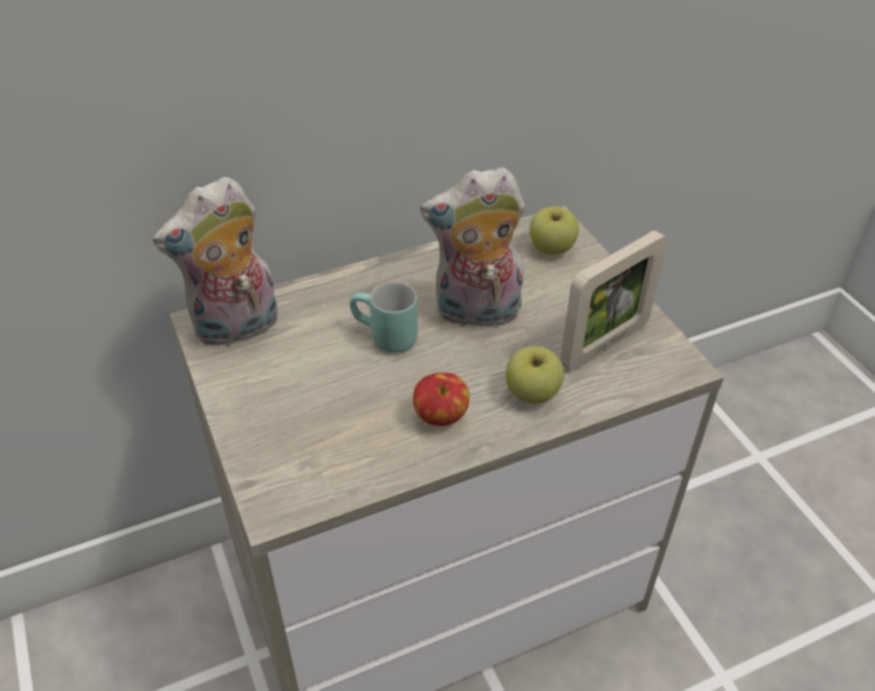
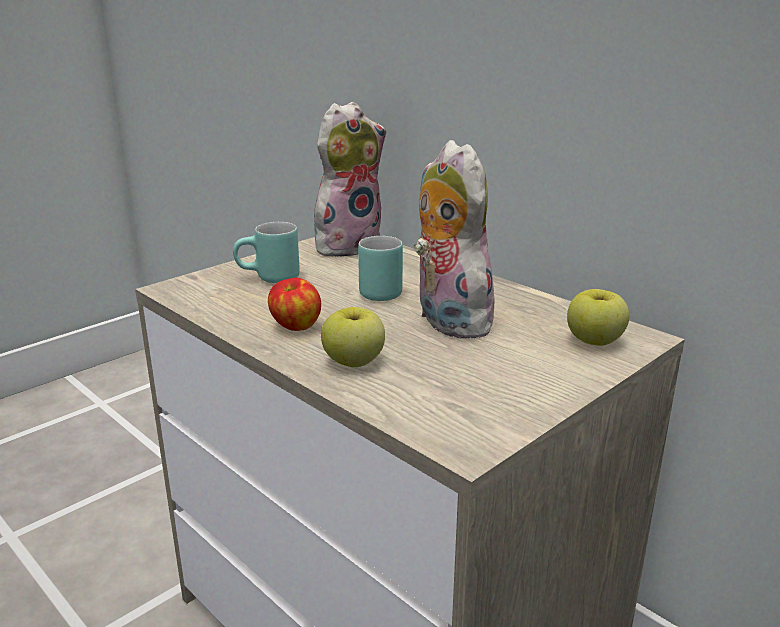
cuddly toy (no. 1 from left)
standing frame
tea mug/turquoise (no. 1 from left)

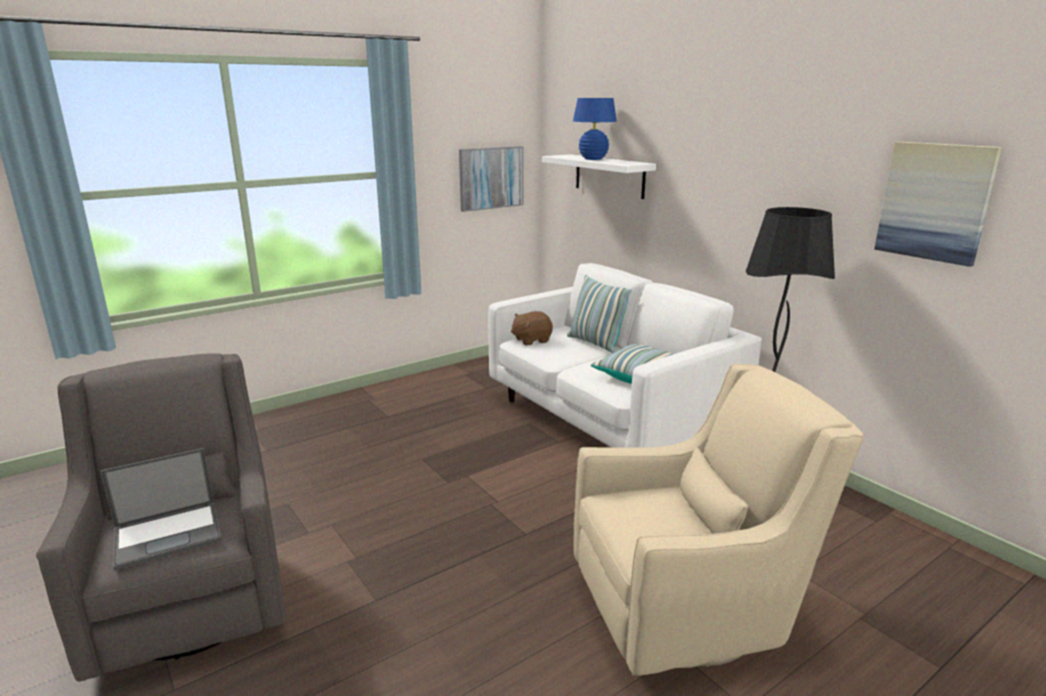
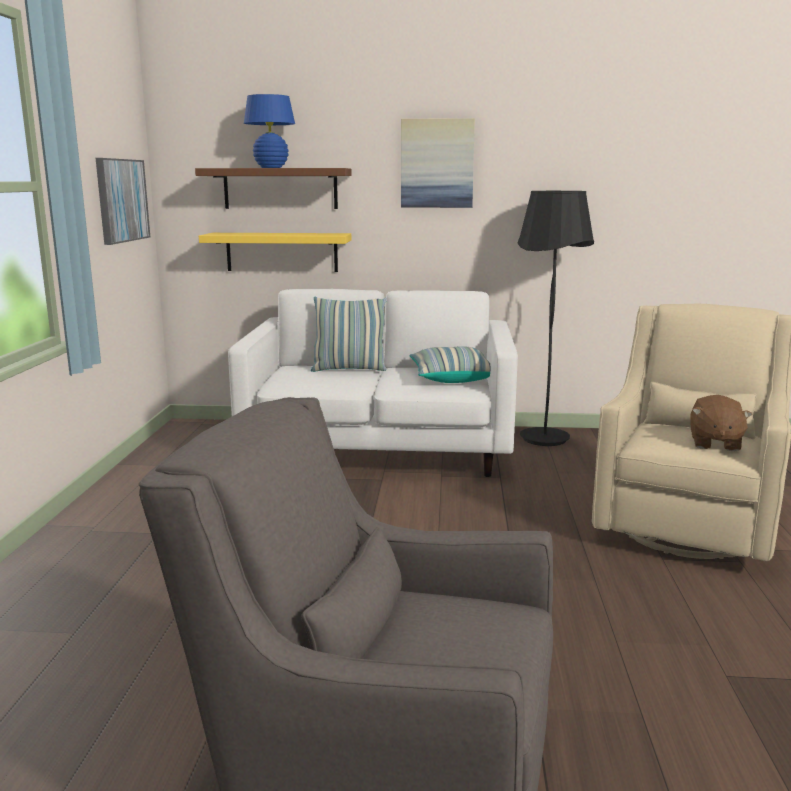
picture (no. 2 from left)
bracket shelf/brownish
cuddly toy/brownish
portable computer
bracket shelf/yellowish

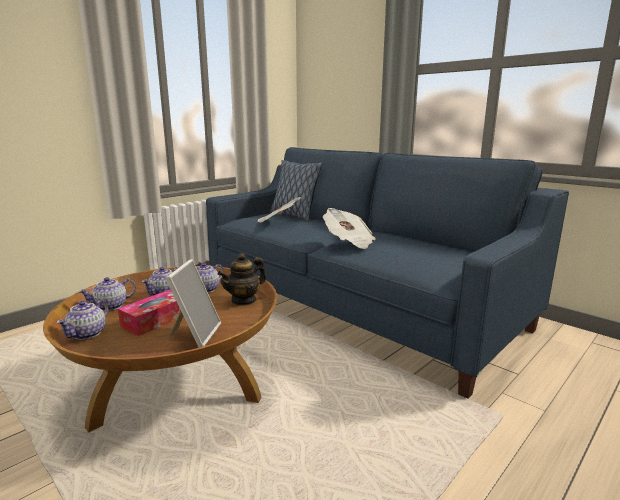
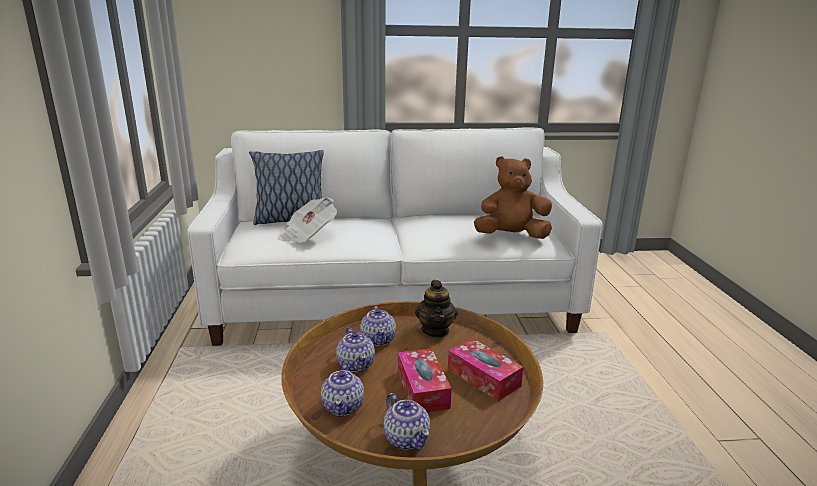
sofa/whitish
daily paper (no. 2 from left in the first image)
tissue holder (no. 2 from left)
cuddly toy/brownish

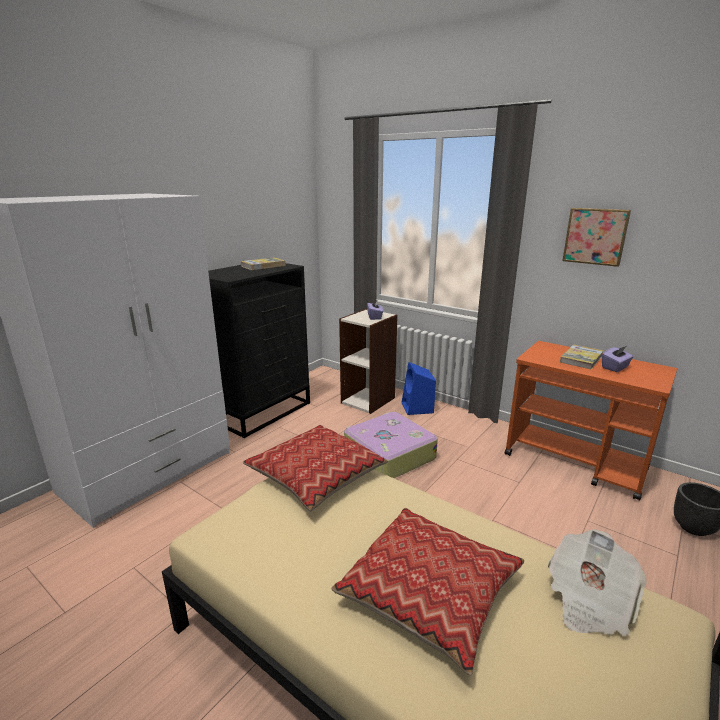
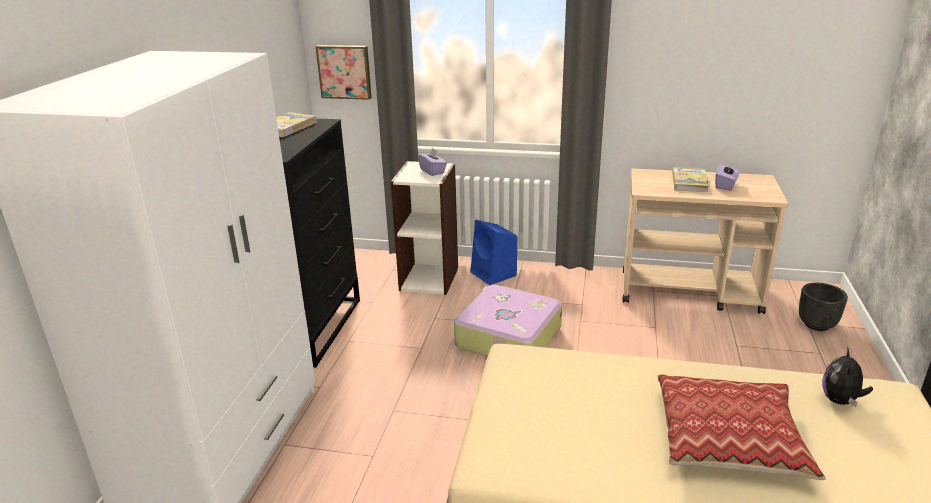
picture
trolley/sand-coloured
pillow (no. 1 from left in the first image)
cuddly toy

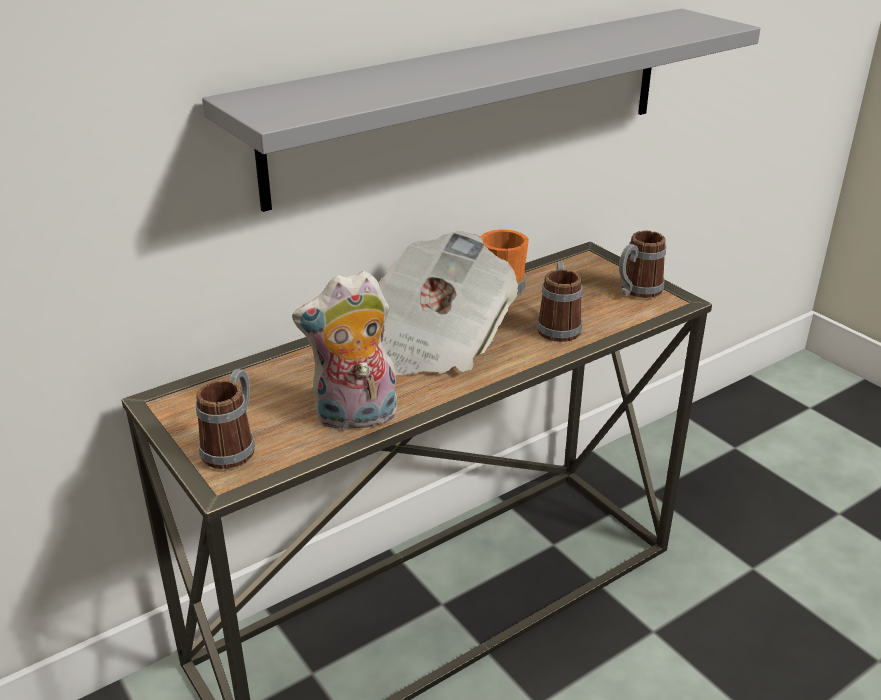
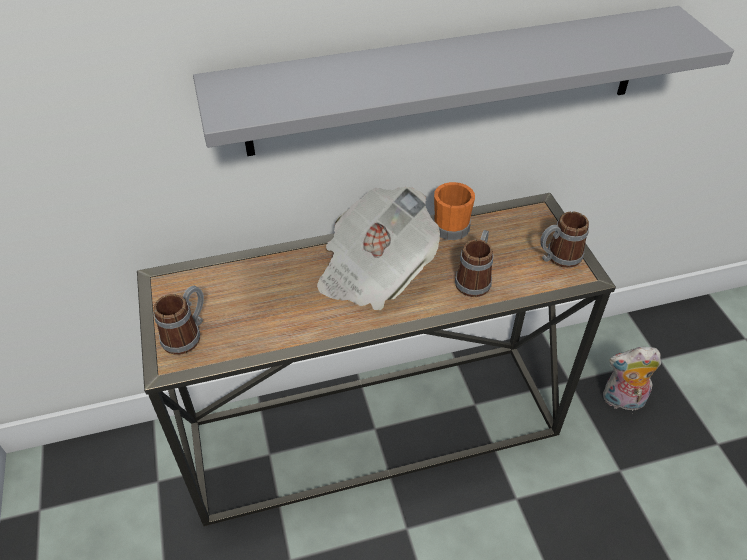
cuddly toy

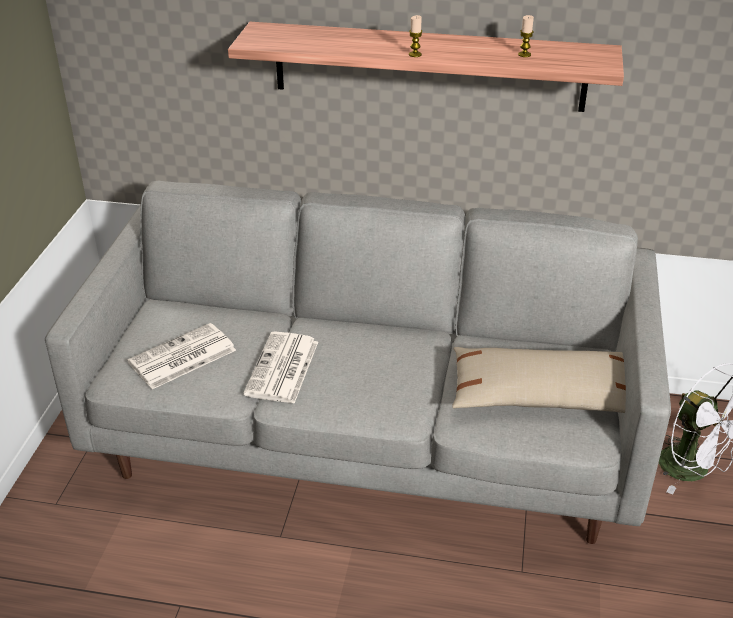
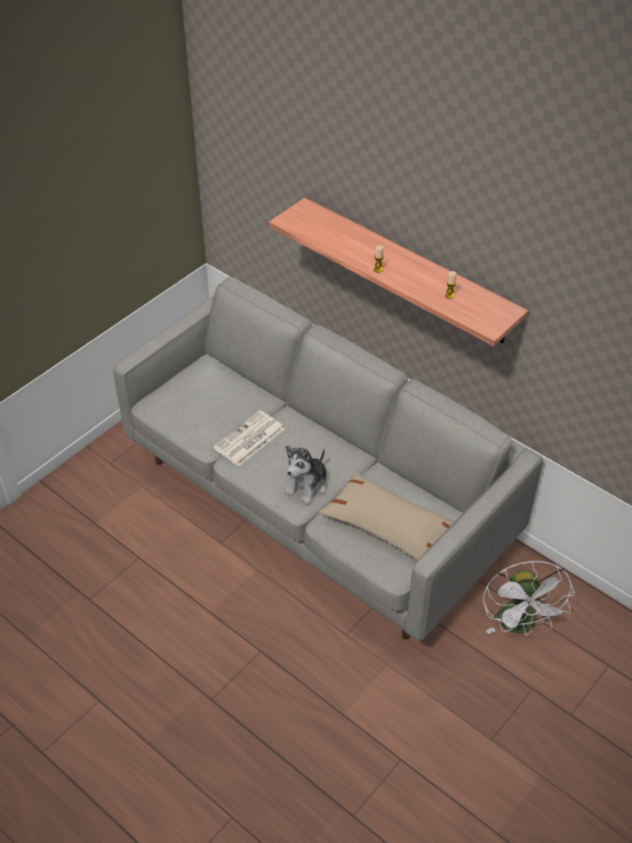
daily paper (no. 1 from left in the first image)
cuddly toy

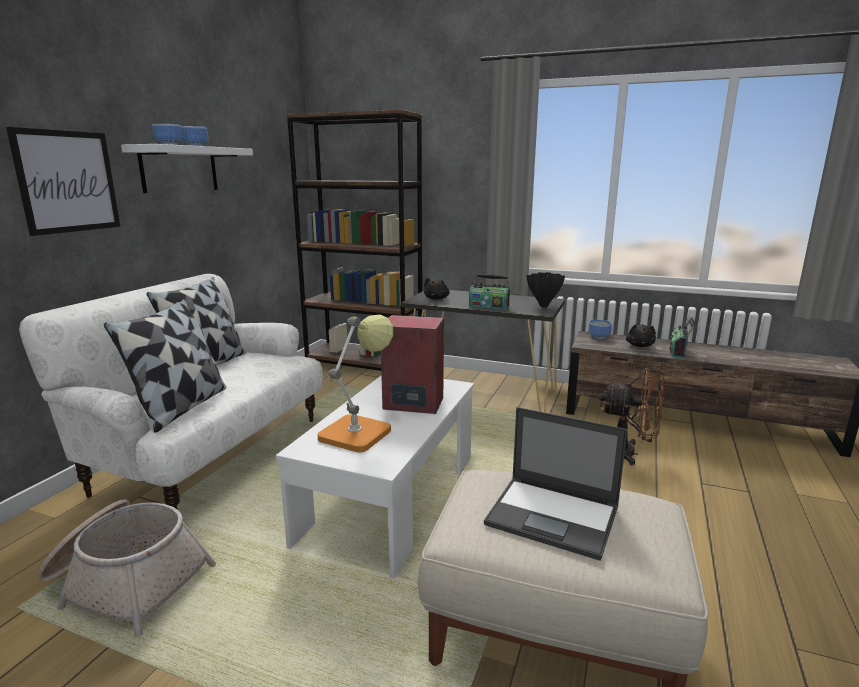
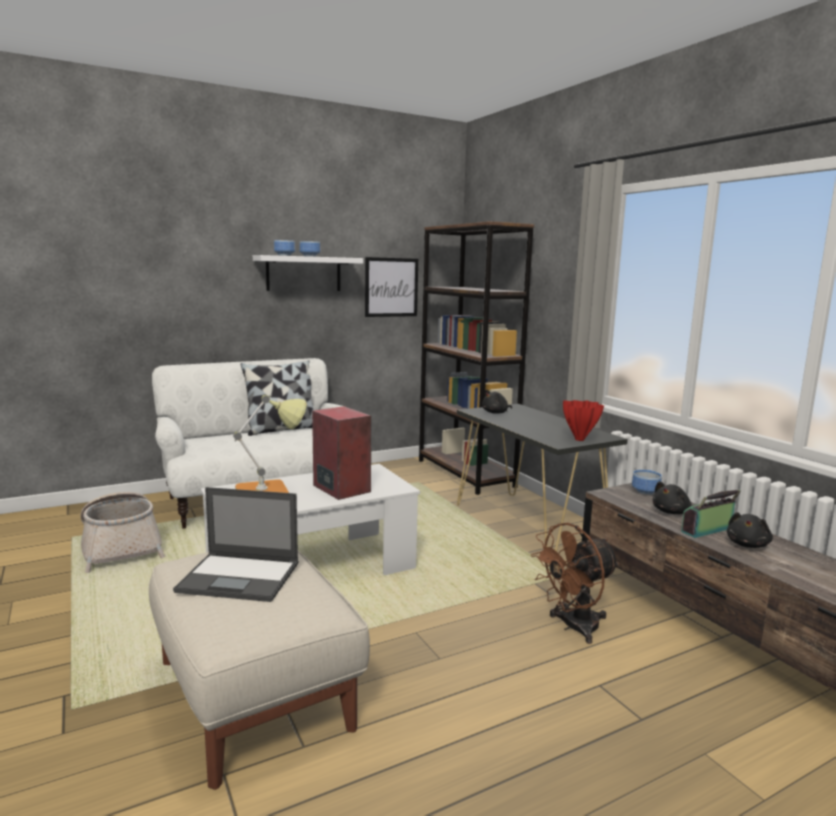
picture
flower vase/red
radio receiver (no. 1 from left in the first image)
pillow (no. 1 from left in the first image)
fan/brownish
portable computer
cuddly toy/black (no. 3 from left)

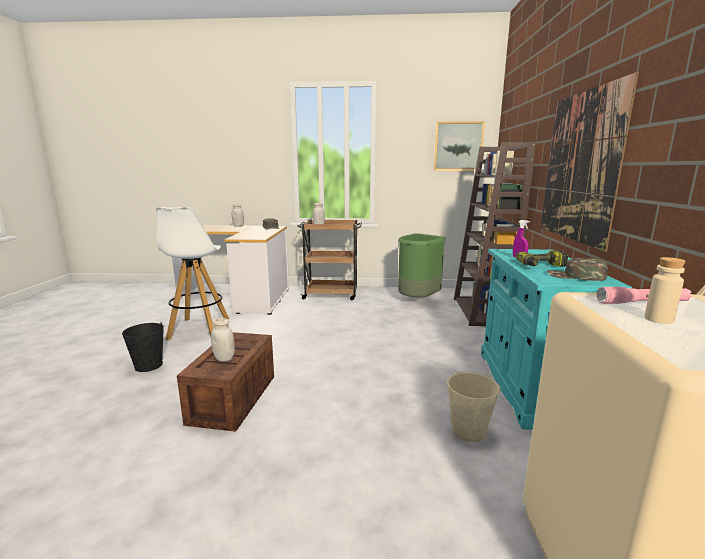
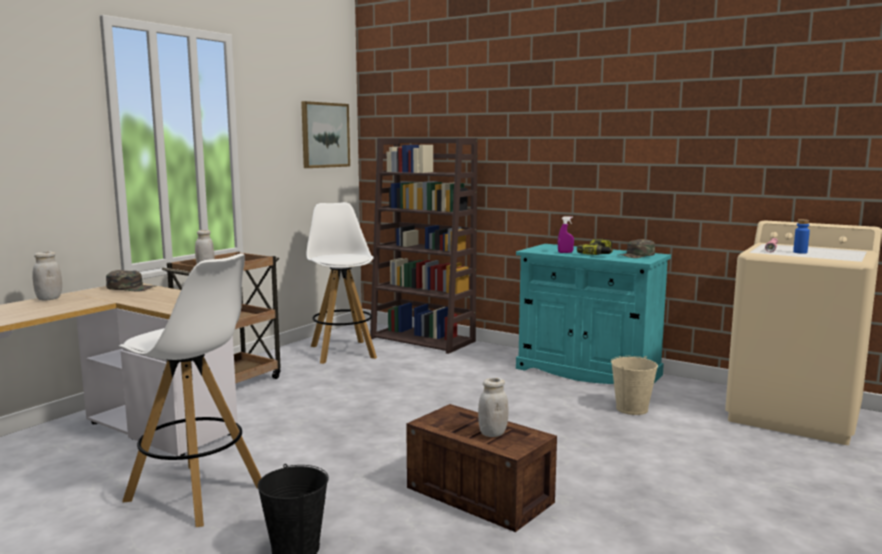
picture (no. 2 from left in the first image)
stool seat/whitish (no. 2 from left)
drink bottle/bluish

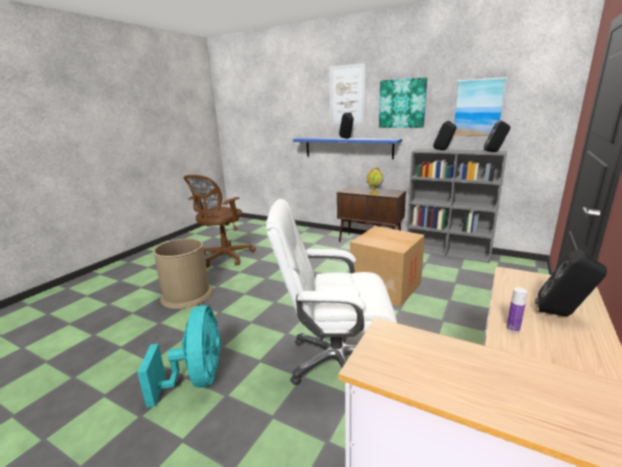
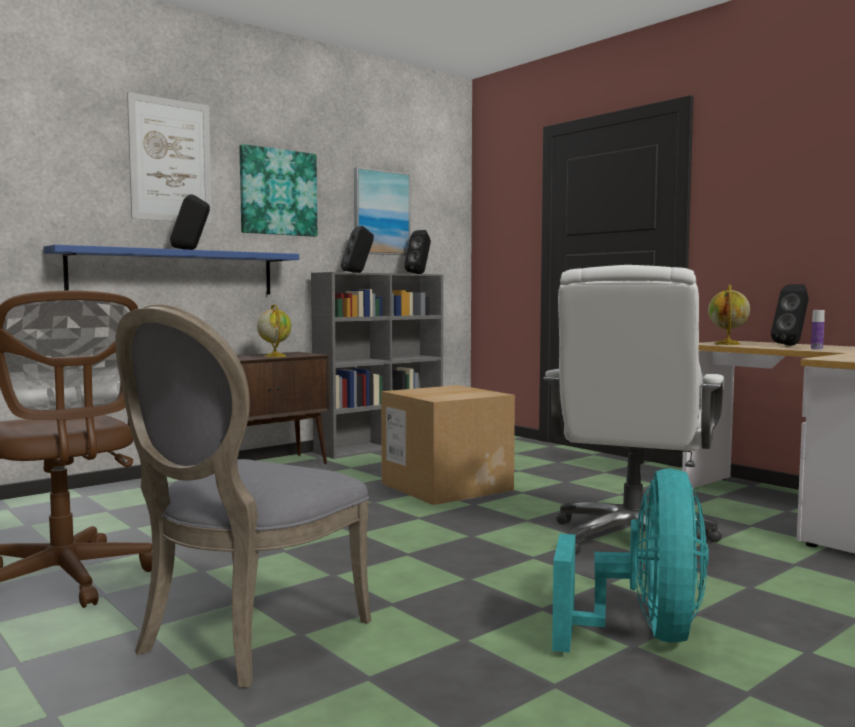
chair/gray
fan/turquoise
world globe (no. 2 from left)

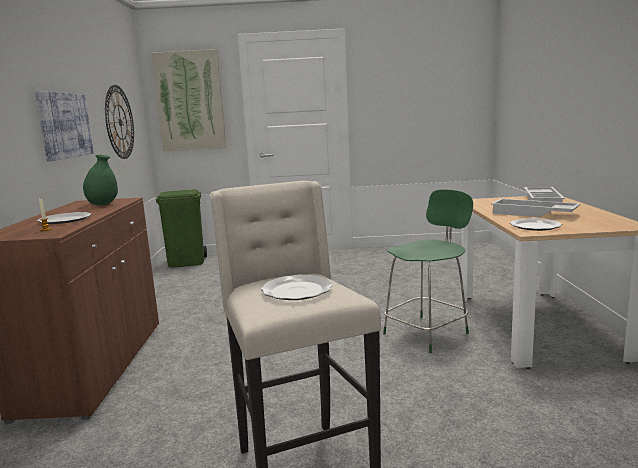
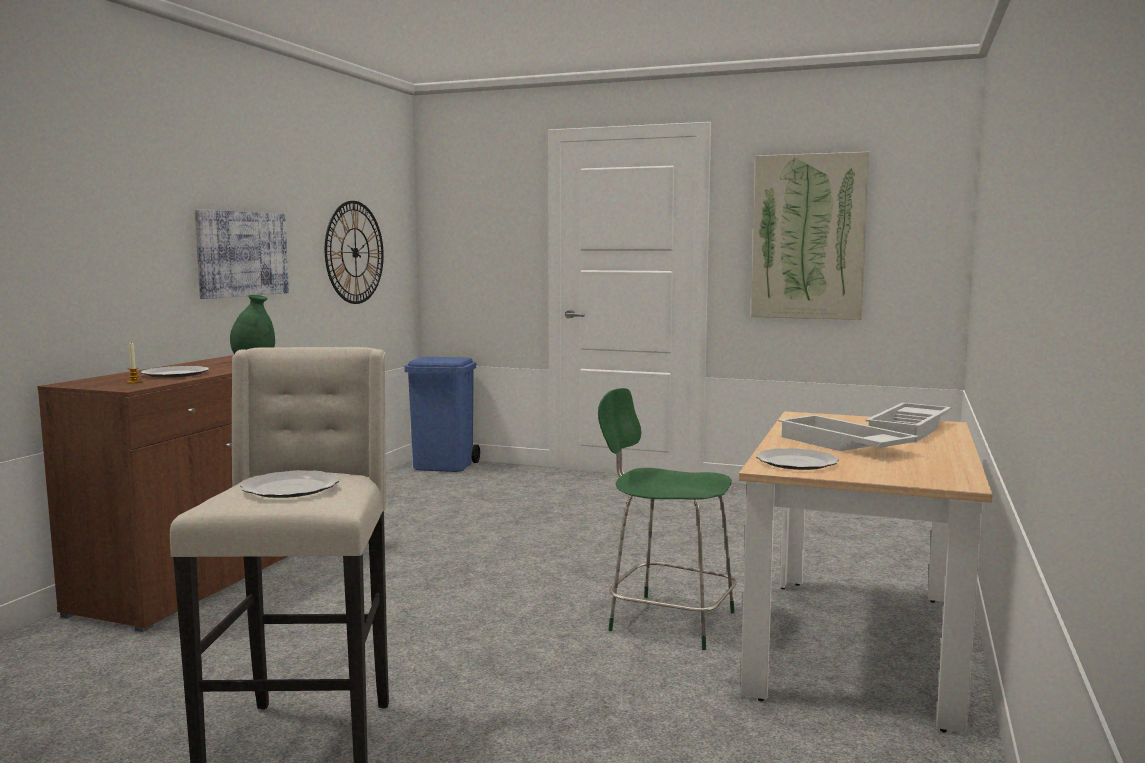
picture (no. 2 from left)
trash can/bluish
chair/green-coloured

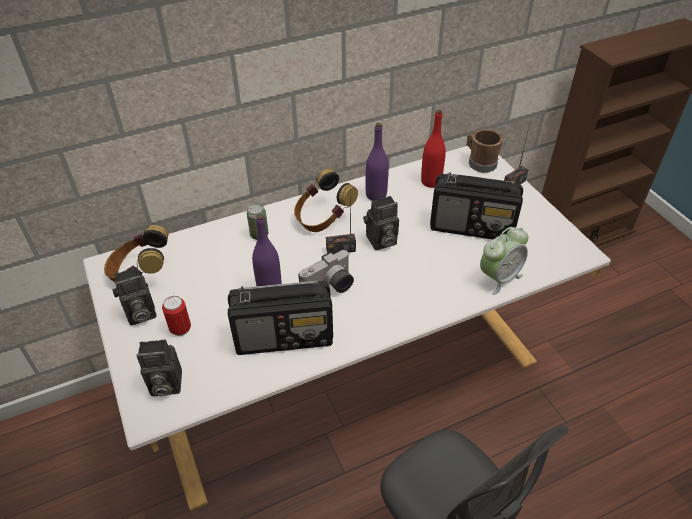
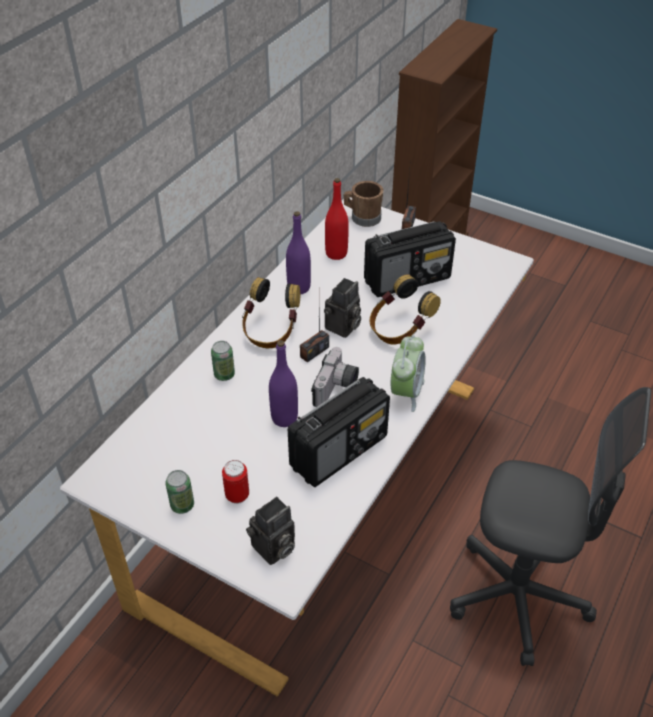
headset (no. 2 from left)
alarm clock
can (no. 1 from left)

